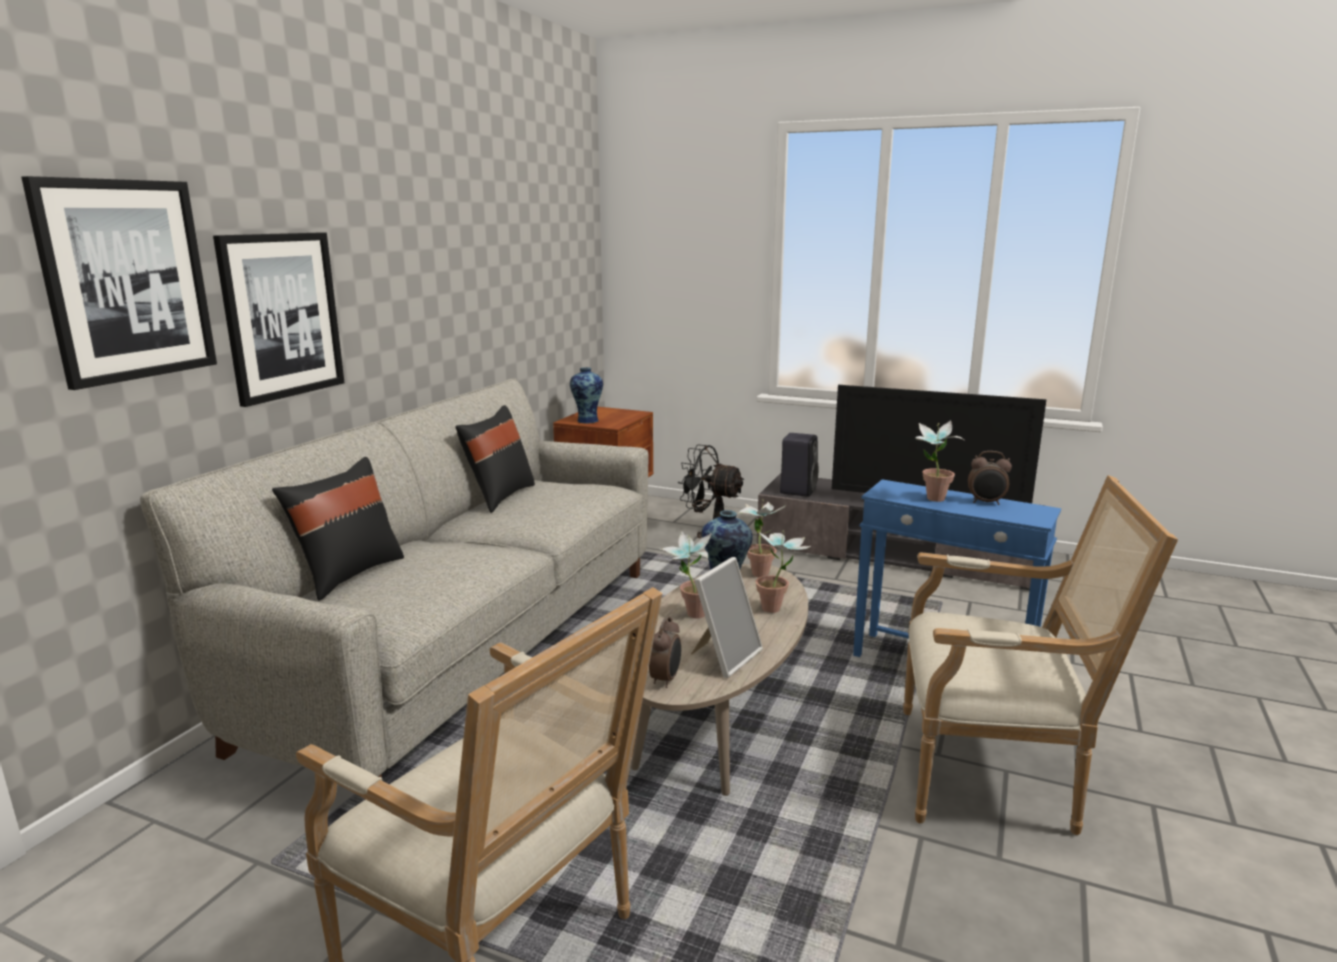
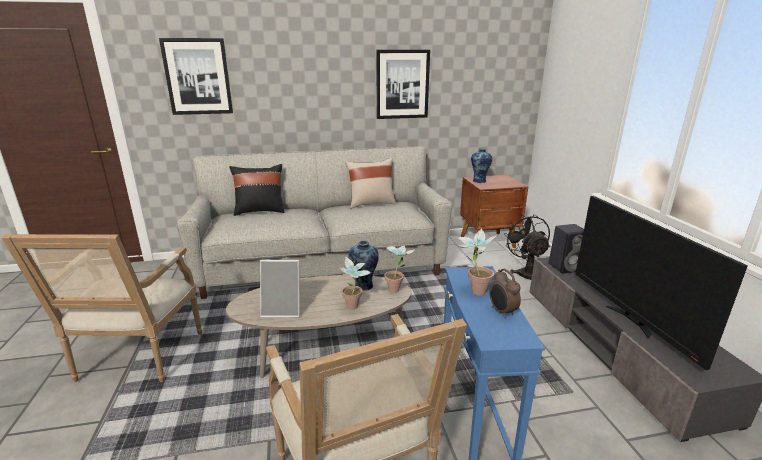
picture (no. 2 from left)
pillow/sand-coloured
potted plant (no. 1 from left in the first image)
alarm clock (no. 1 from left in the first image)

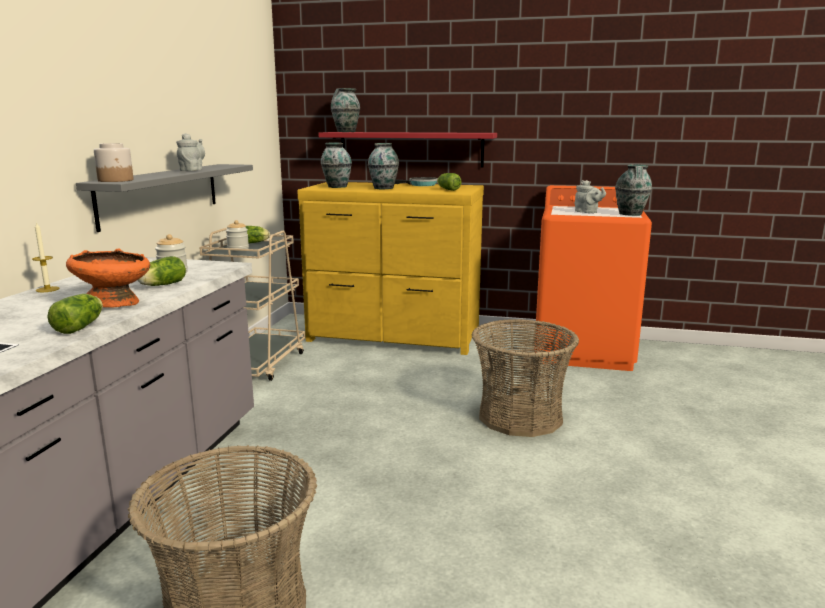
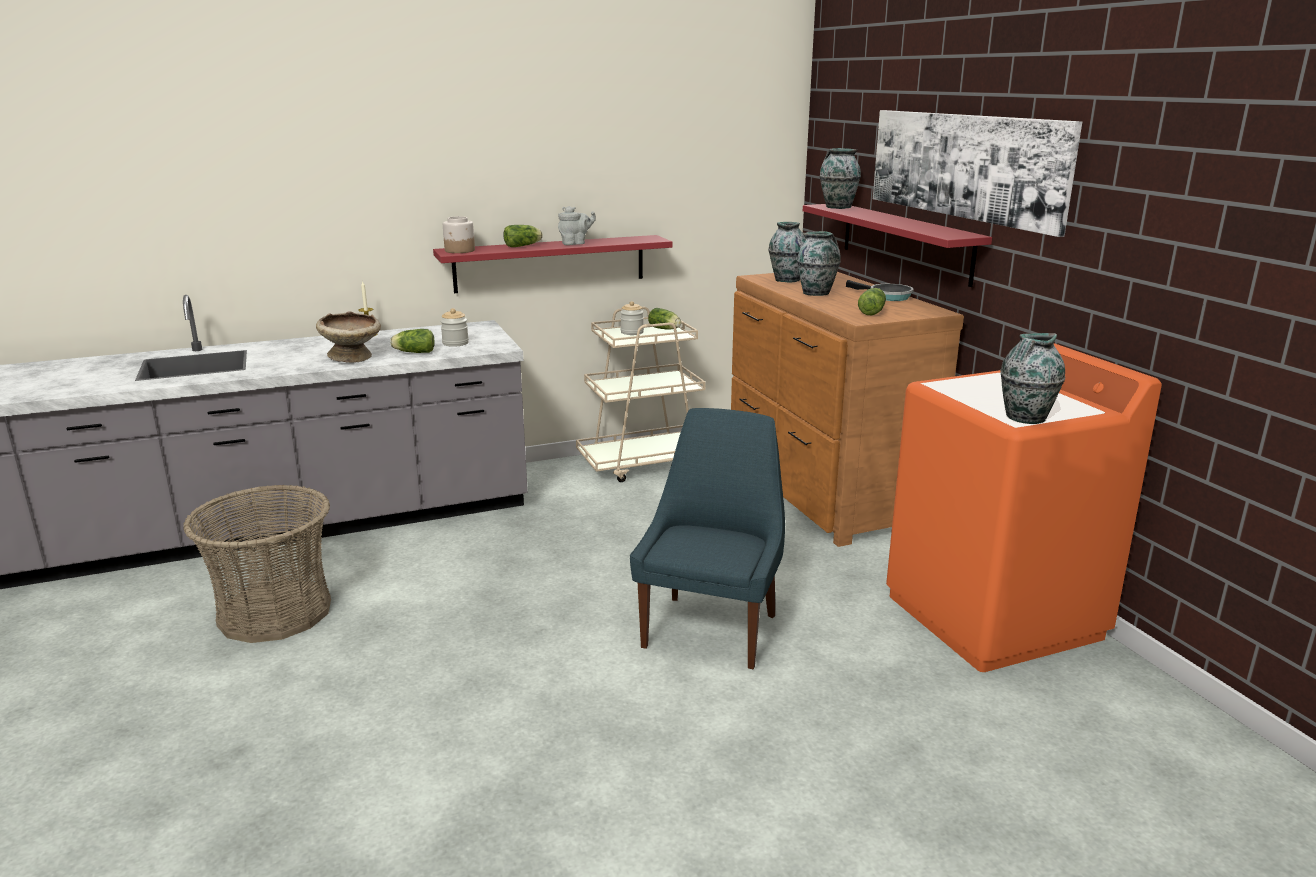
bracket shelf/red (no. 1 from left)
teapot/gray (no. 2 from left in the first image)
chest of drawers/brownish
deep dish/sand-coloured
lettuce (no. 2 from left)
chair/bluish
picture

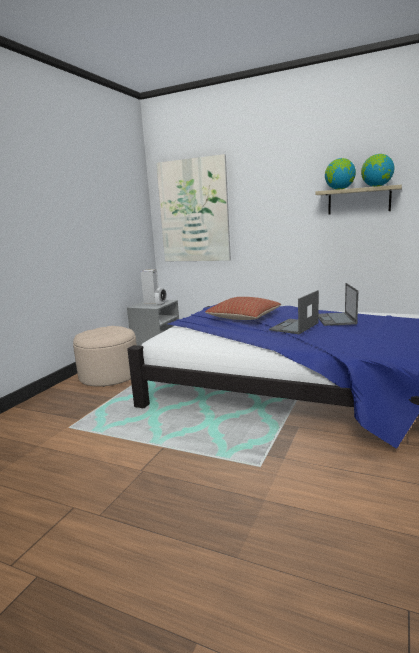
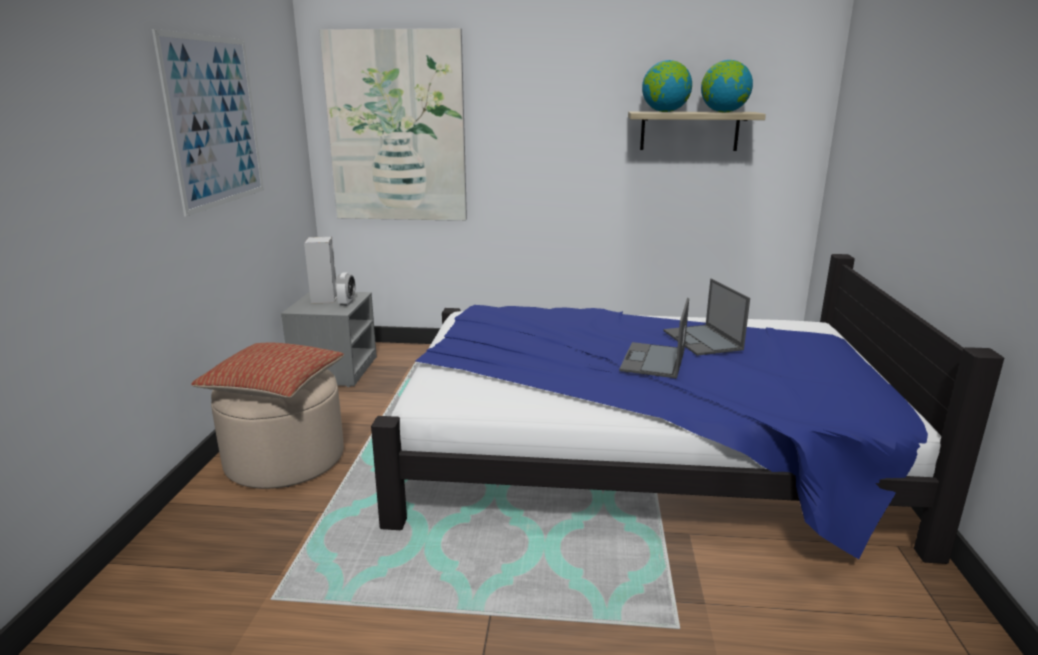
pillow
picture (no. 1 from left)

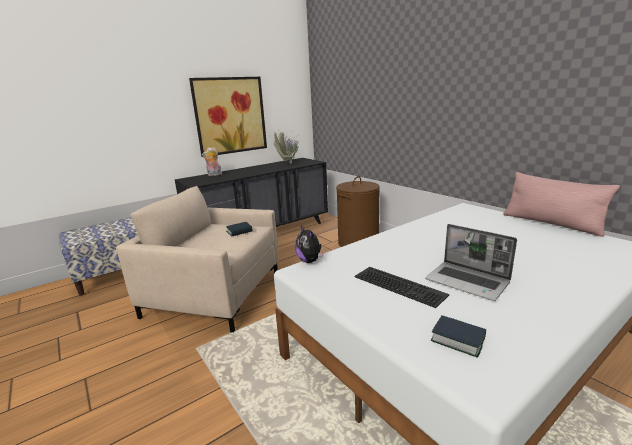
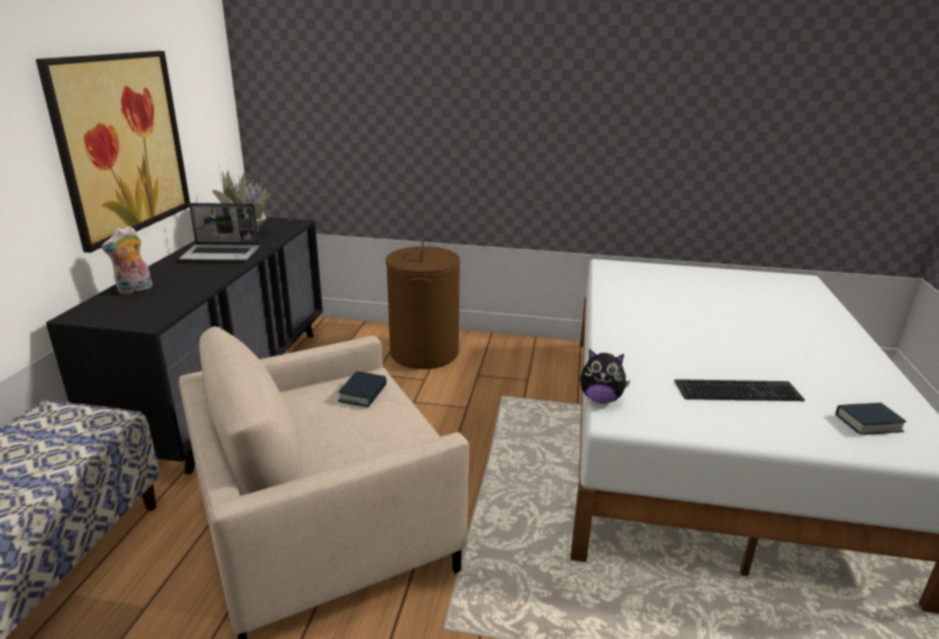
pillow/pink-coloured
portable computer

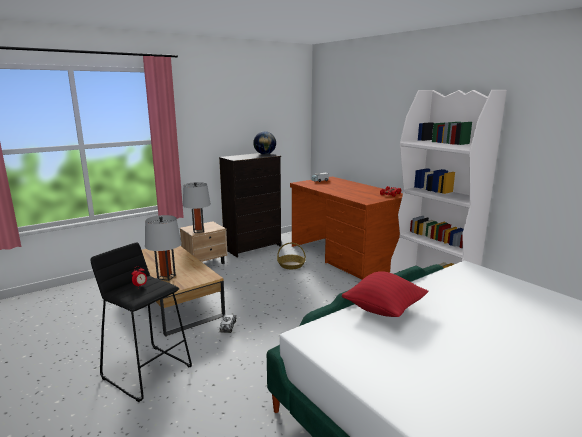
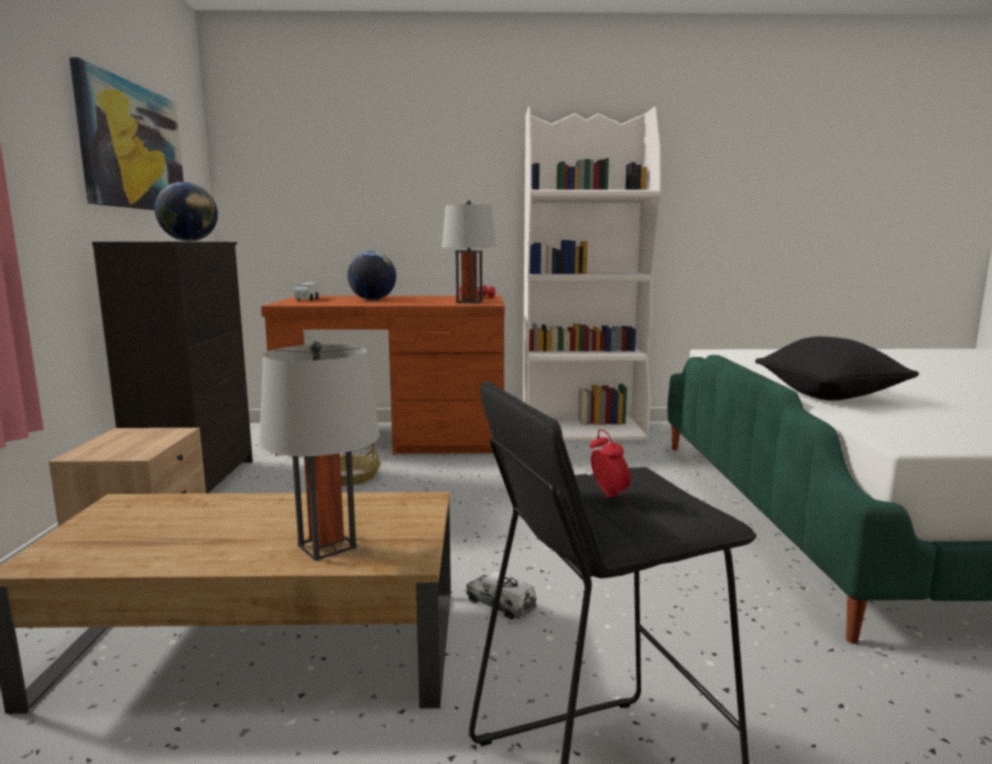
lamp for a table/gray (no. 2 from left)
pillow/black
picture
world globe (no. 2 from left)

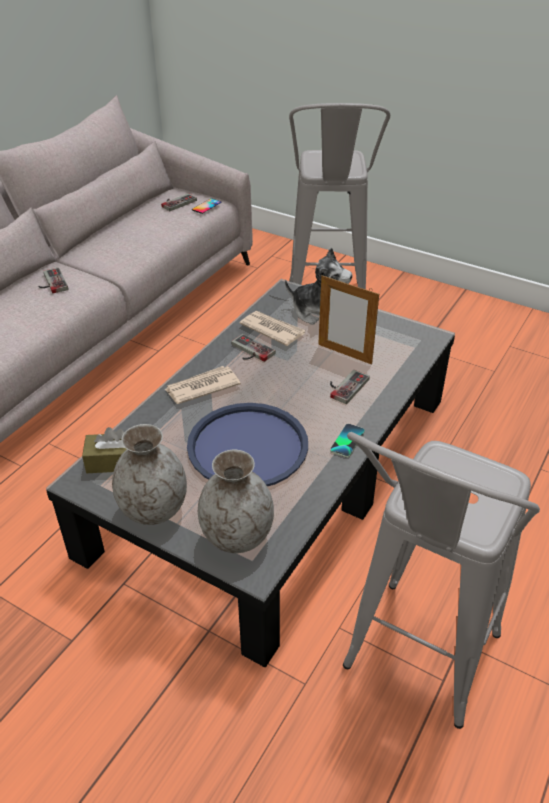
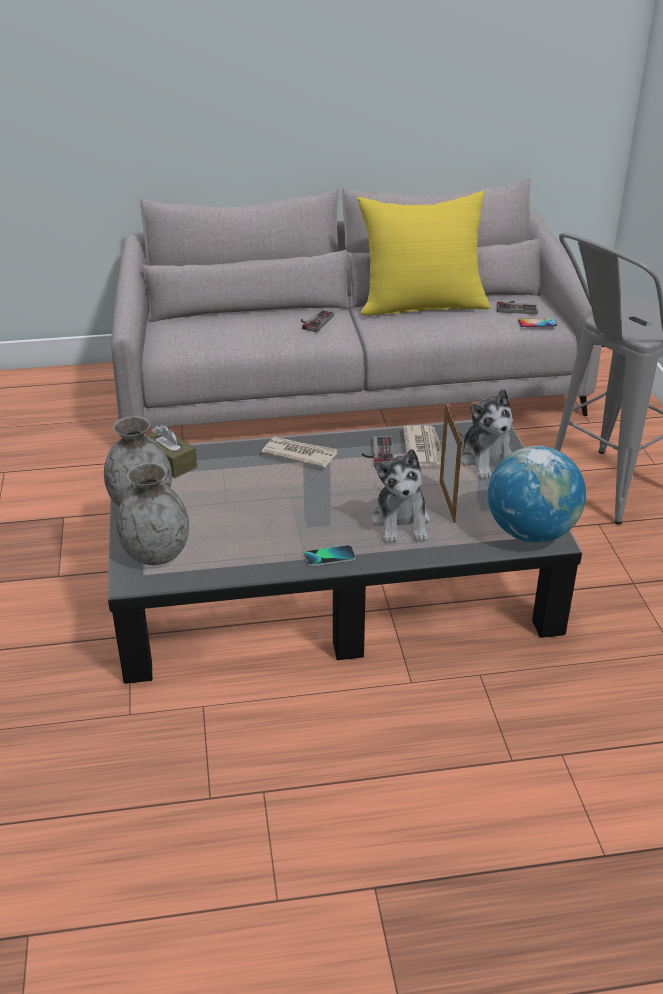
cuddly toy (no. 1 from left)
tray/bluish
stool seat/gray (no. 2 from left in the first image)
pillow/yellowish
world globe

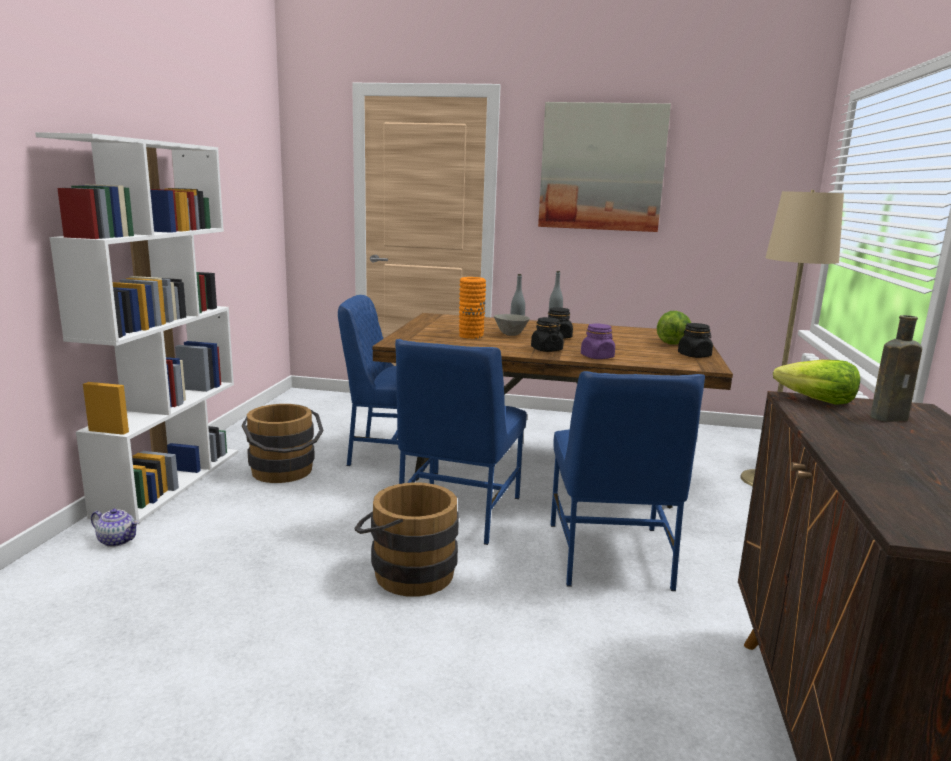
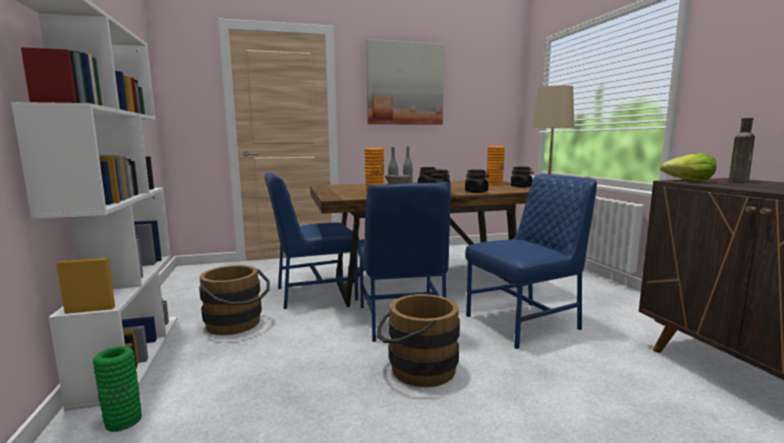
flower vase/orange-coloured (no. 2 from left)
preserve jar/black (no. 3 from left)
chair/bluish (no. 3 from left)
flower vase/green-coloured

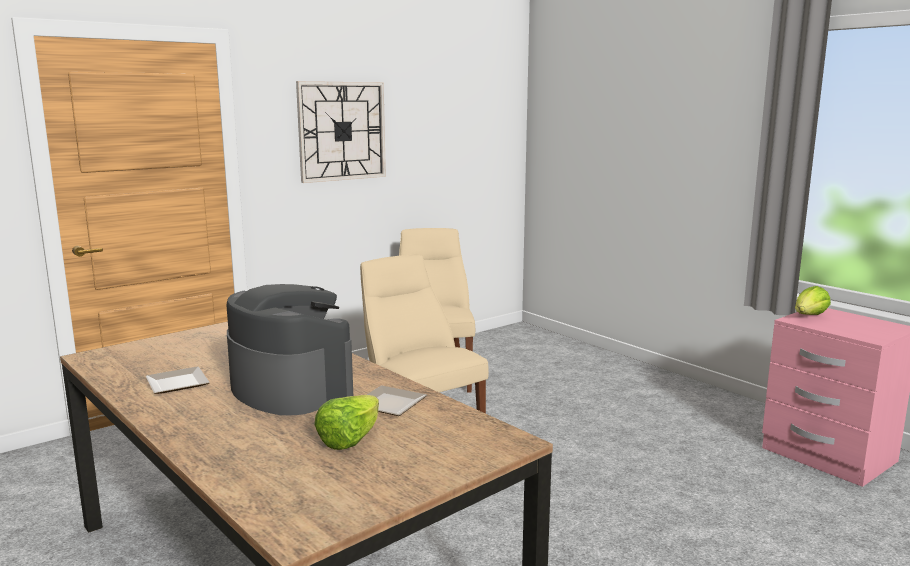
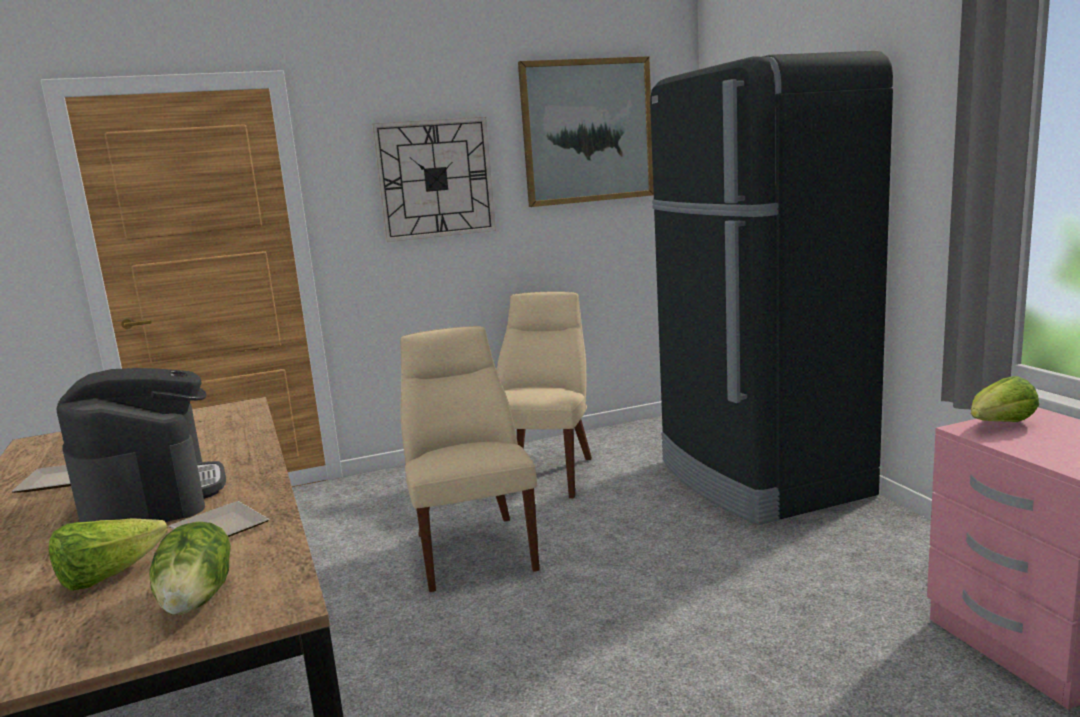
fridge/black
picture
lettuce (no. 2 from left)

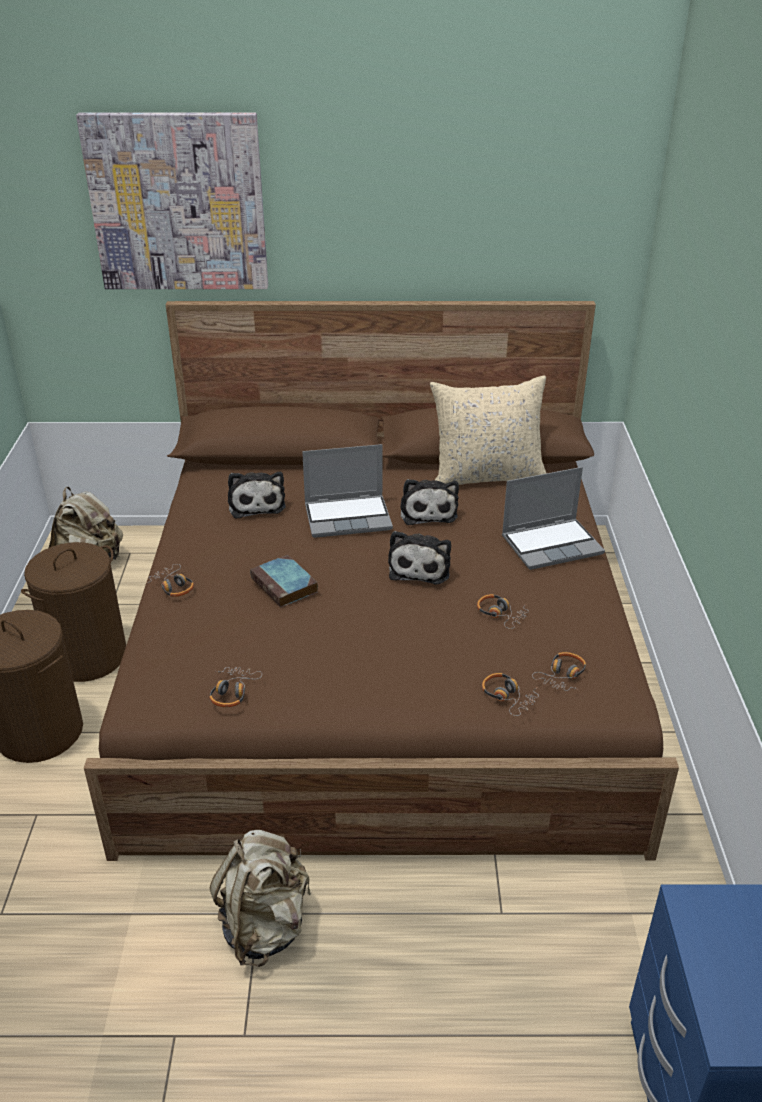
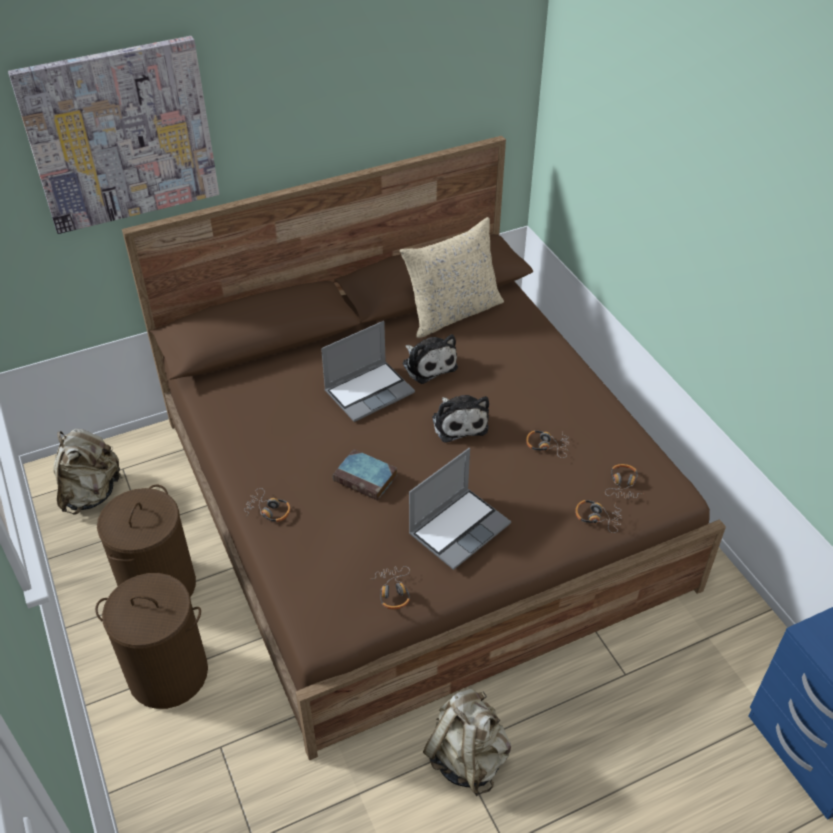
portable computer (no. 2 from left)
cuddly toy (no. 1 from left in the first image)

